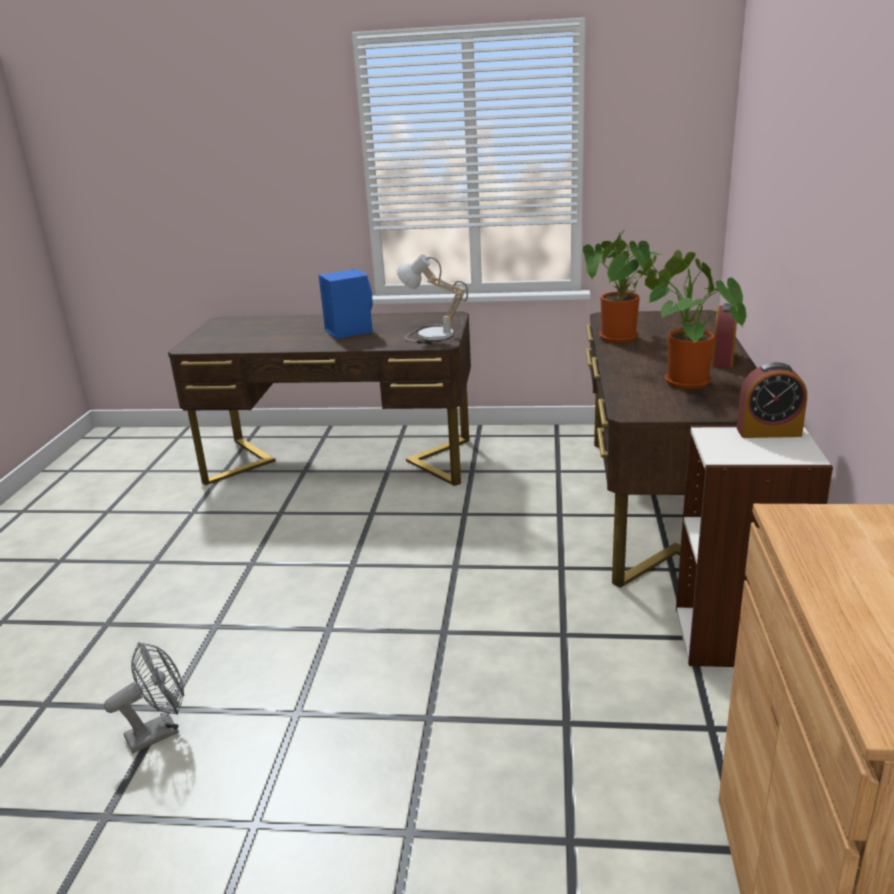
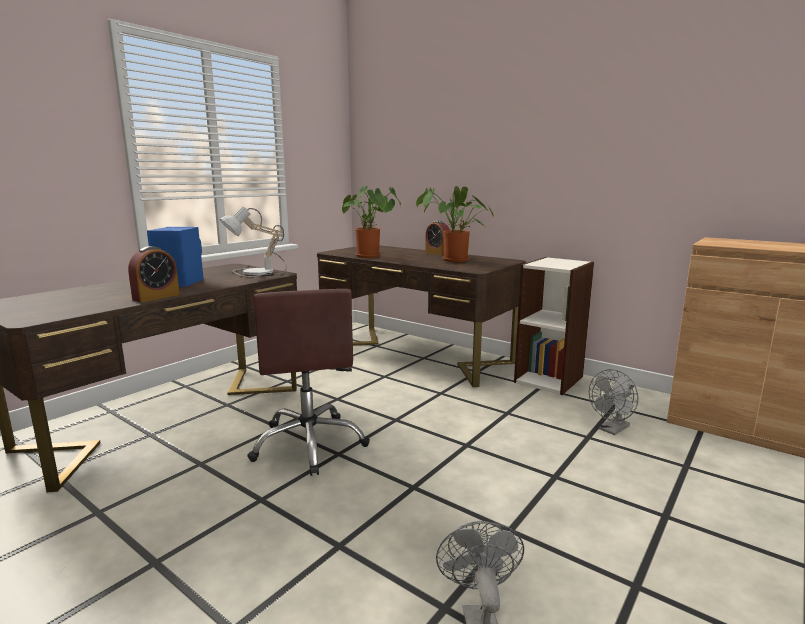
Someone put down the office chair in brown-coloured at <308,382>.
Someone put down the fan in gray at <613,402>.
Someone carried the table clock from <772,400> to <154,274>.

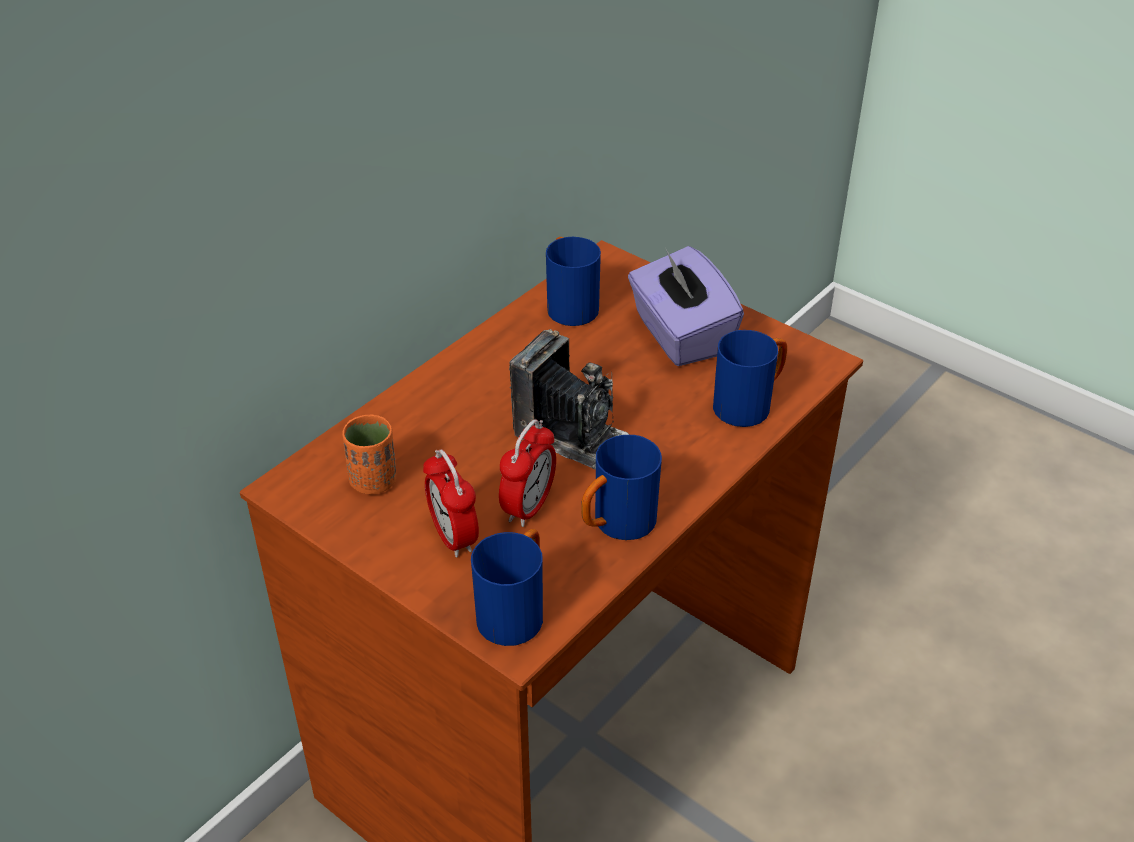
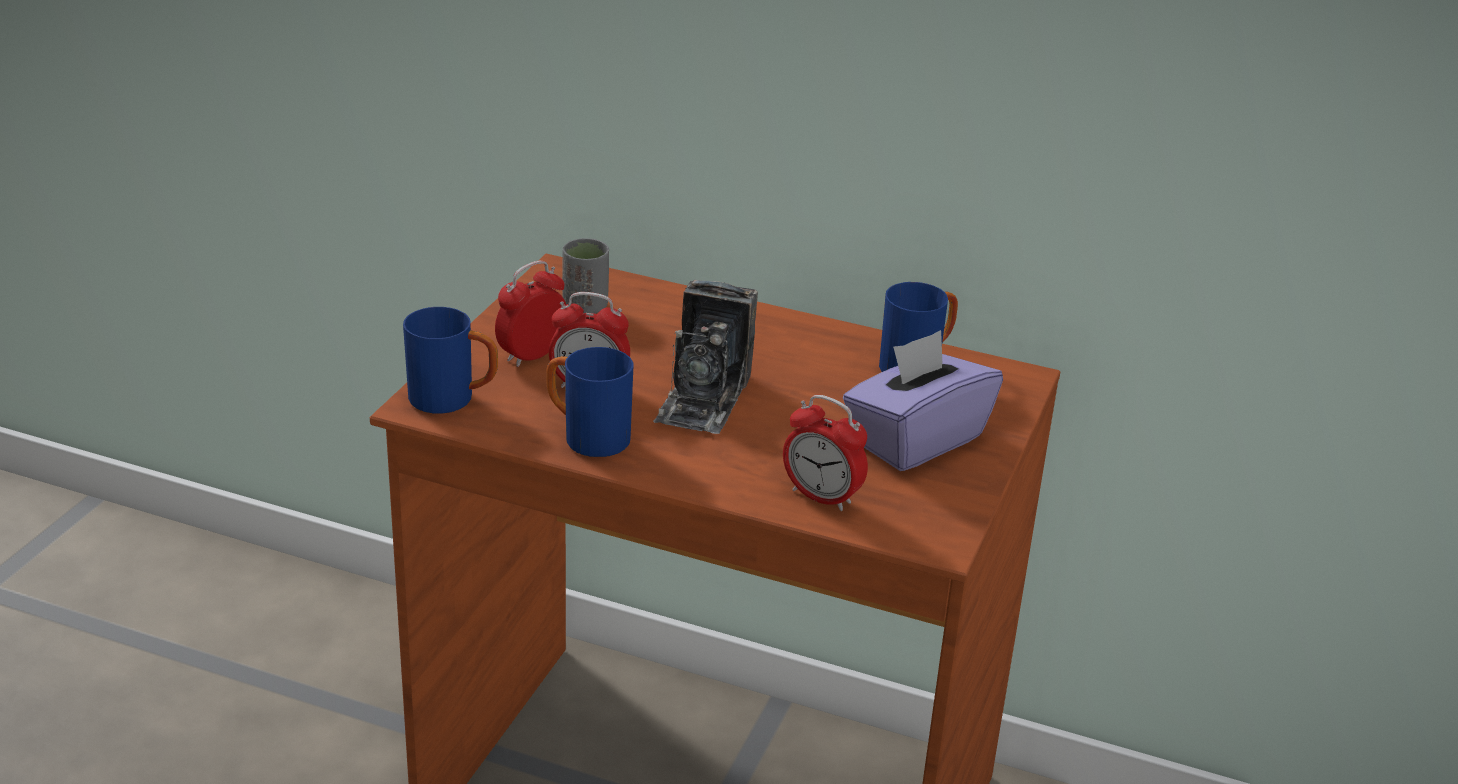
Someone swapped the mug in blue at <750,378> for the table clock at <825,453>.
Someone repainted the drinking cup in orangey at <369,454>, which became the drinking cup in gray at <585,276>.

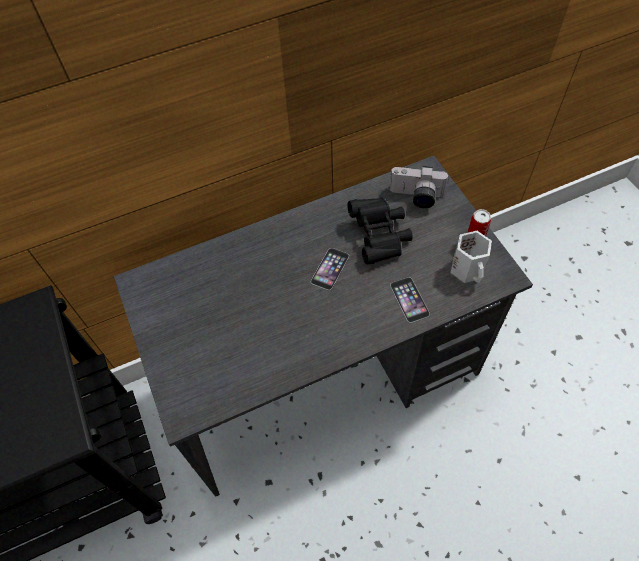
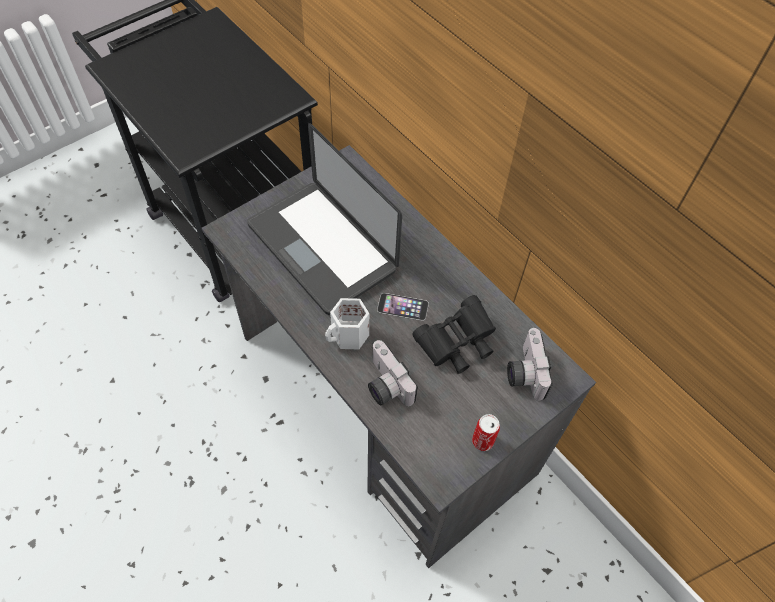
Someone put down the laptop at <324,219>.
Someone carried the mug in white from <471,257> to <347,324>.
Someone swapped the telephone at <410,300> for the photo camera at <393,373>.

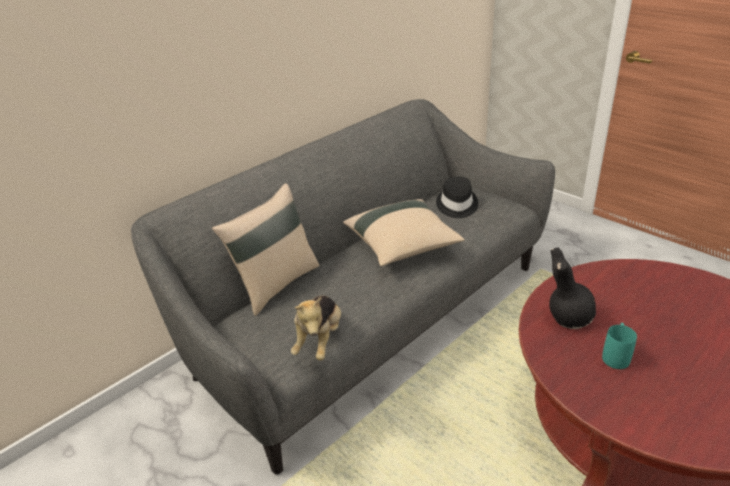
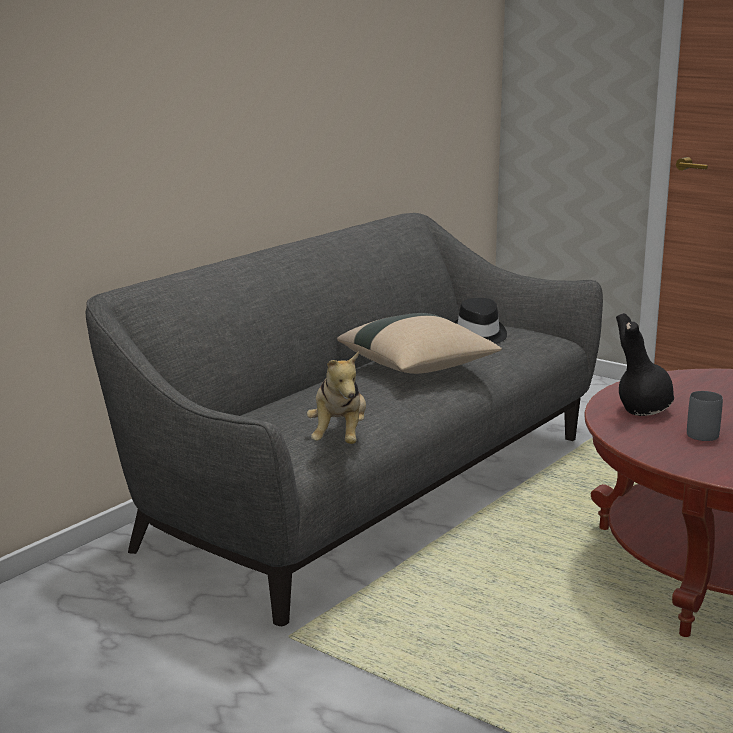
Someone took away the pillow in beige-coloured at <265,249>.
Someone repainted the mug in turquoise at <619,346>, which became the mug in gray at <705,416>.

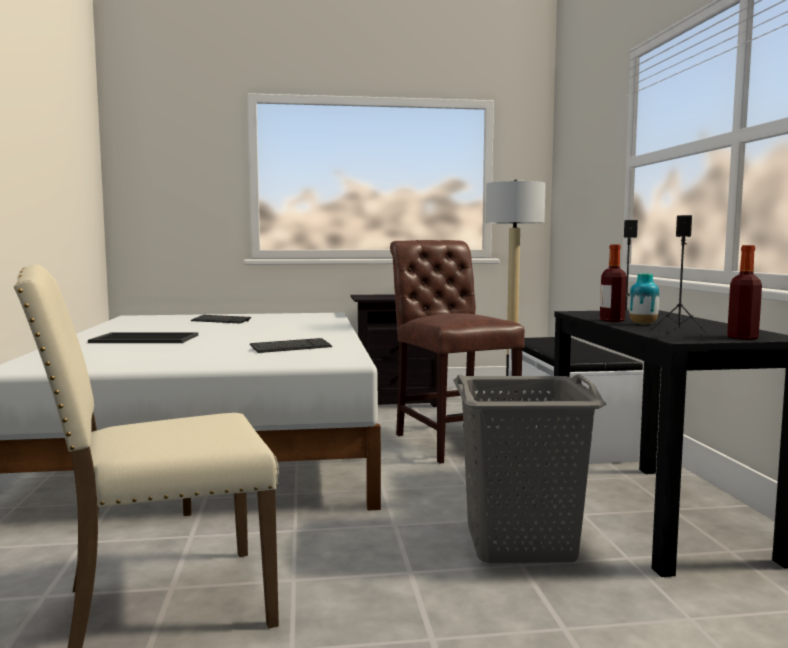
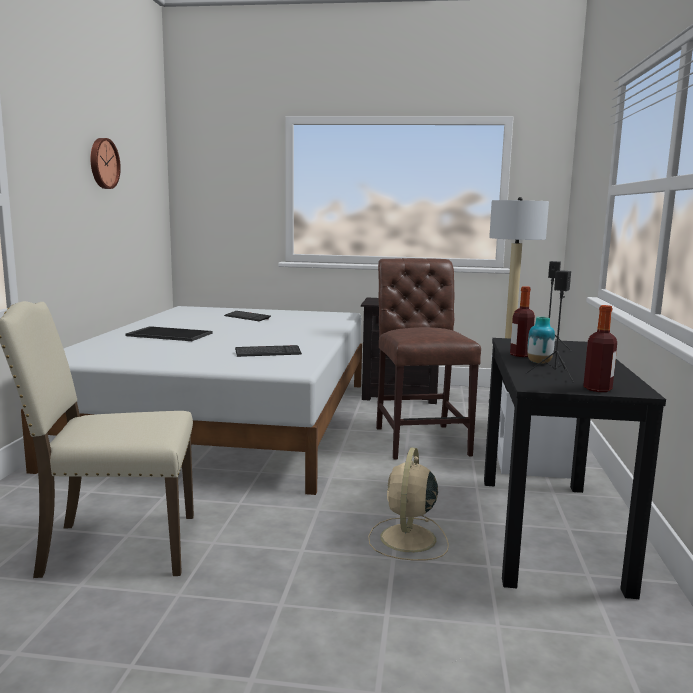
Someone put up the clock on the wall at <105,163>.
Someone swapped the hamper in gray at <530,468> for the fan in beige-coloured at <408,504>.

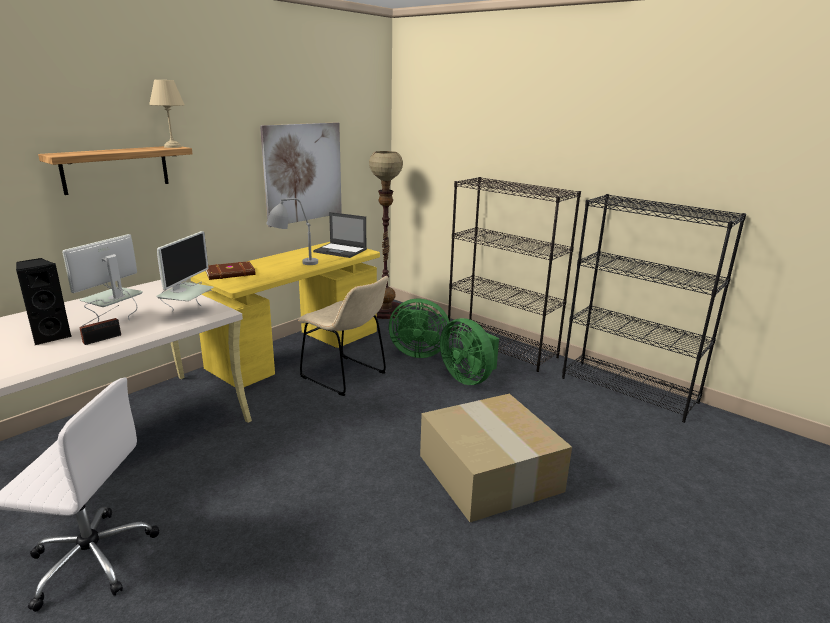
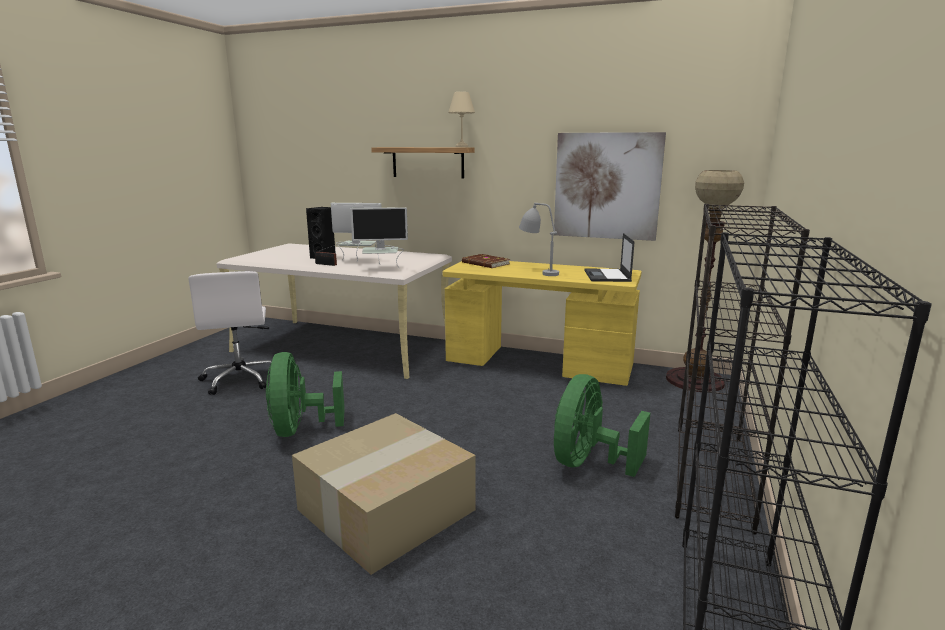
Someone took away the chair in beige-coloured at <343,336>.
Someone carried the fan in green-coloured from <420,328> to <305,394>.

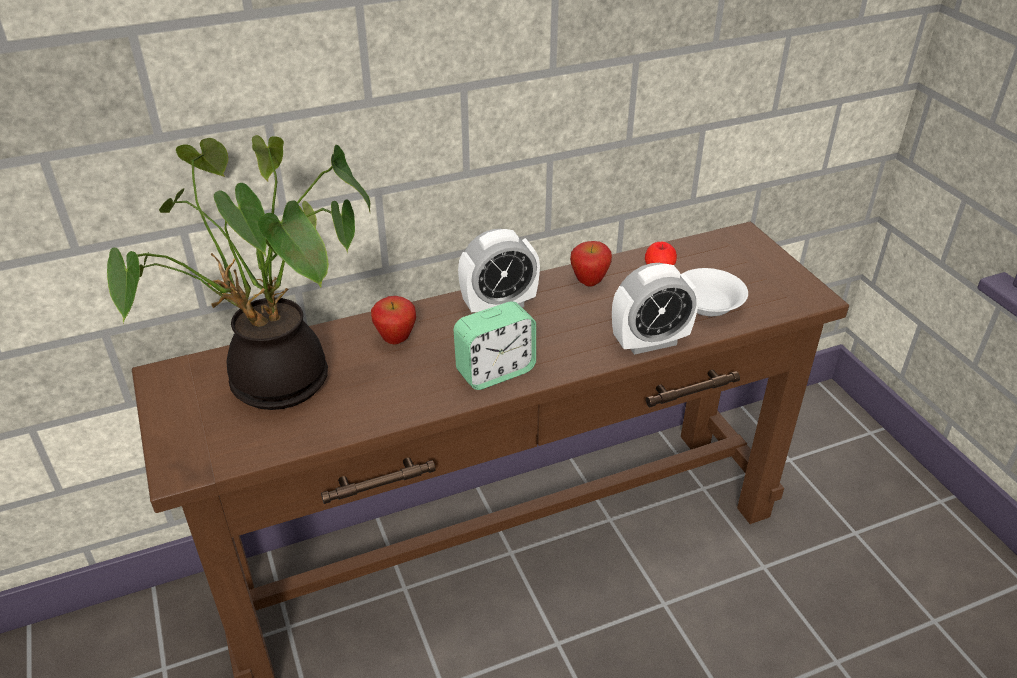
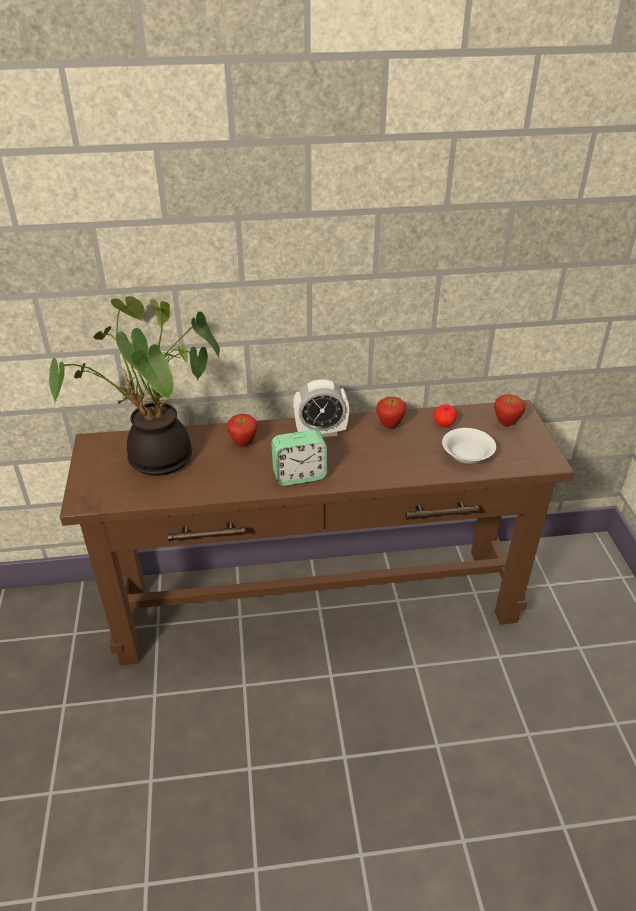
Someone took away the table clock at <655,309>.
Someone put down the apple at <509,410>.

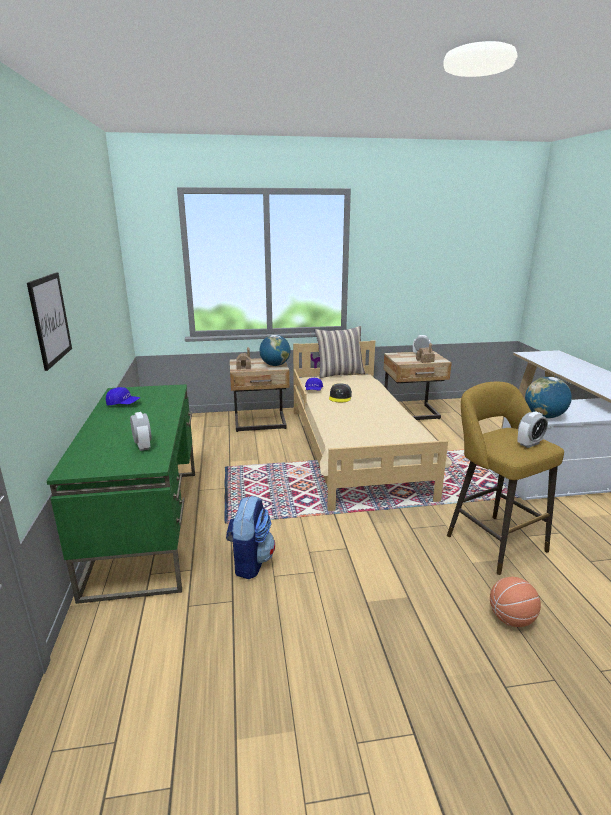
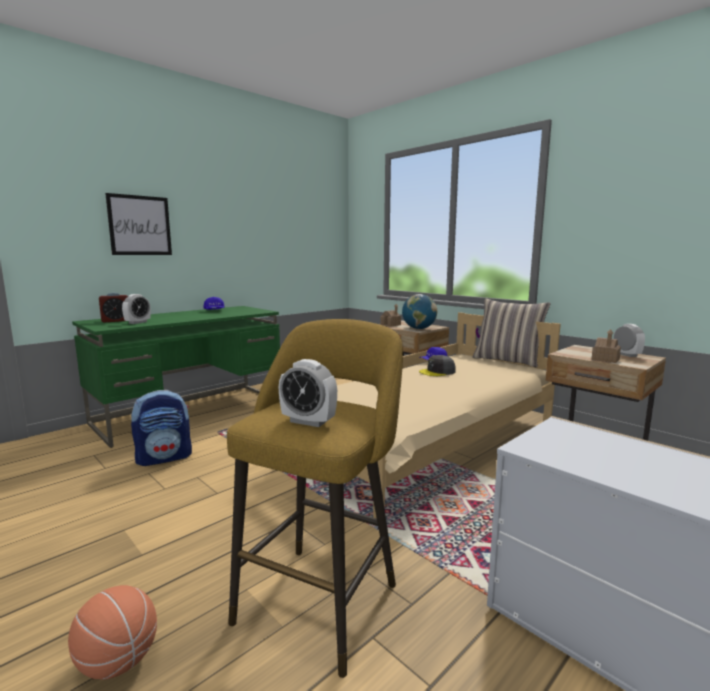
Someone took away the world globe at <548,397>.
Someone put down the table clock at <113,307>.

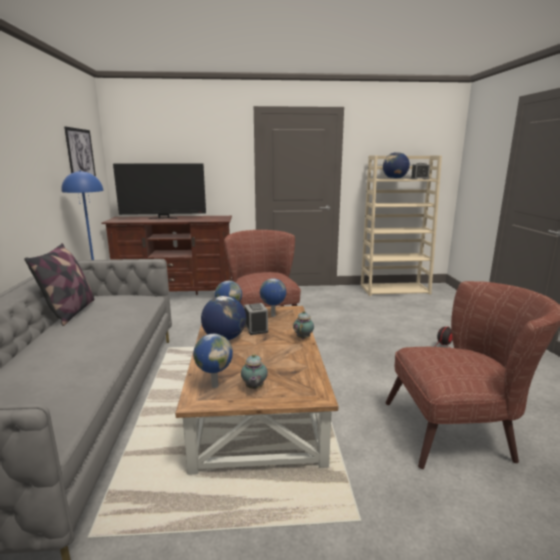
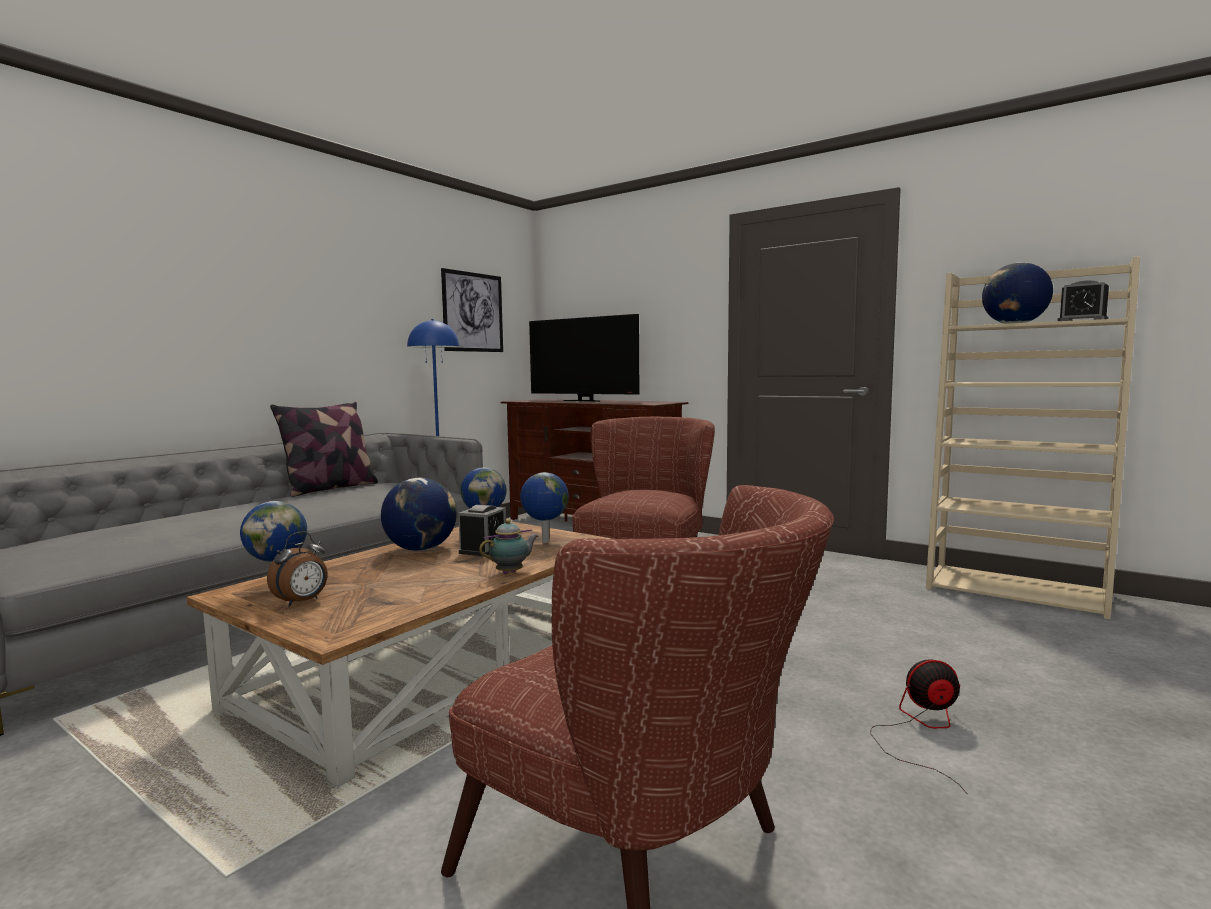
Someone swapped the teapot at <254,371> for the table clock at <297,569>.

